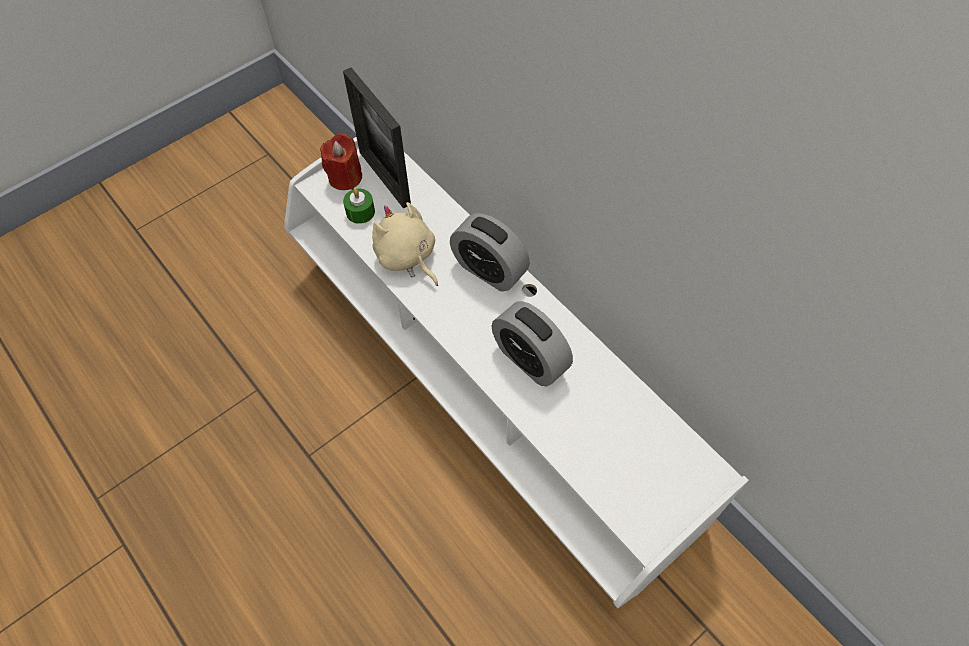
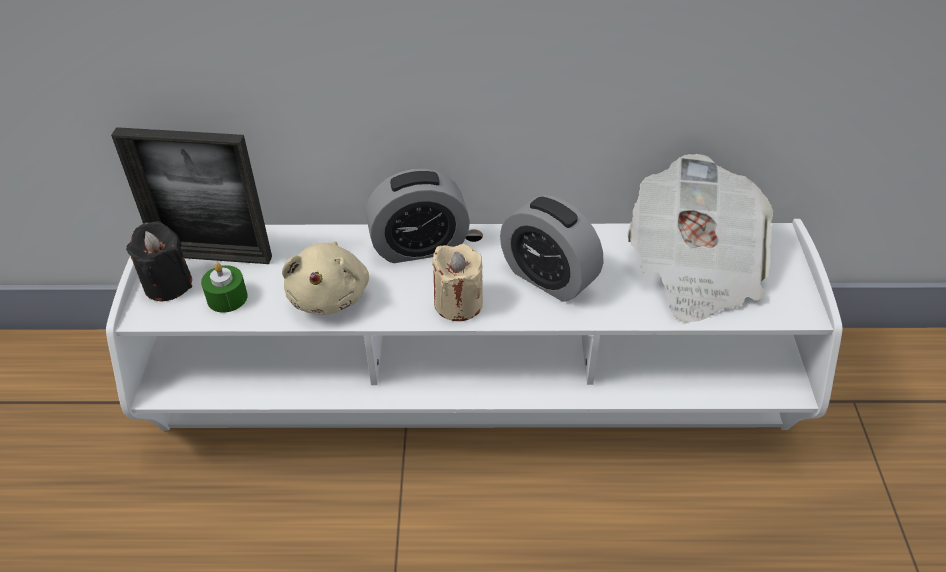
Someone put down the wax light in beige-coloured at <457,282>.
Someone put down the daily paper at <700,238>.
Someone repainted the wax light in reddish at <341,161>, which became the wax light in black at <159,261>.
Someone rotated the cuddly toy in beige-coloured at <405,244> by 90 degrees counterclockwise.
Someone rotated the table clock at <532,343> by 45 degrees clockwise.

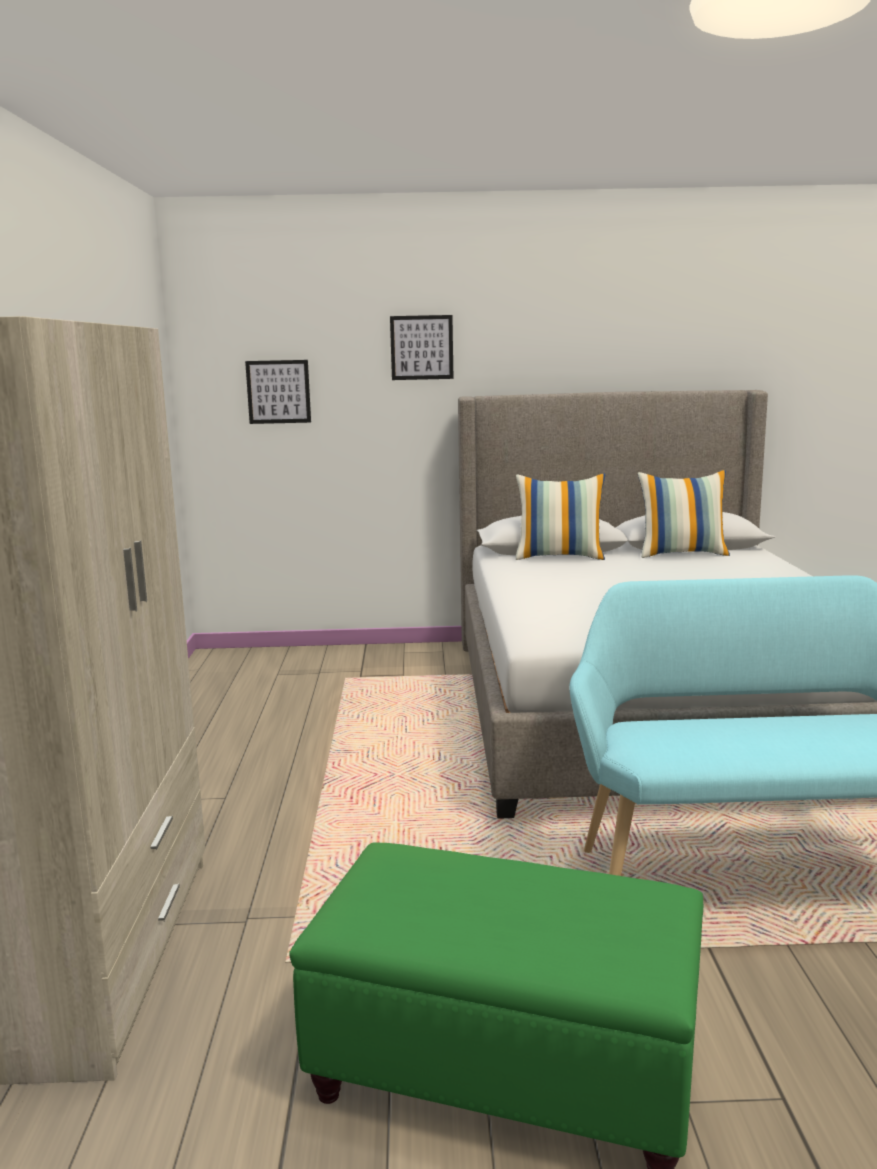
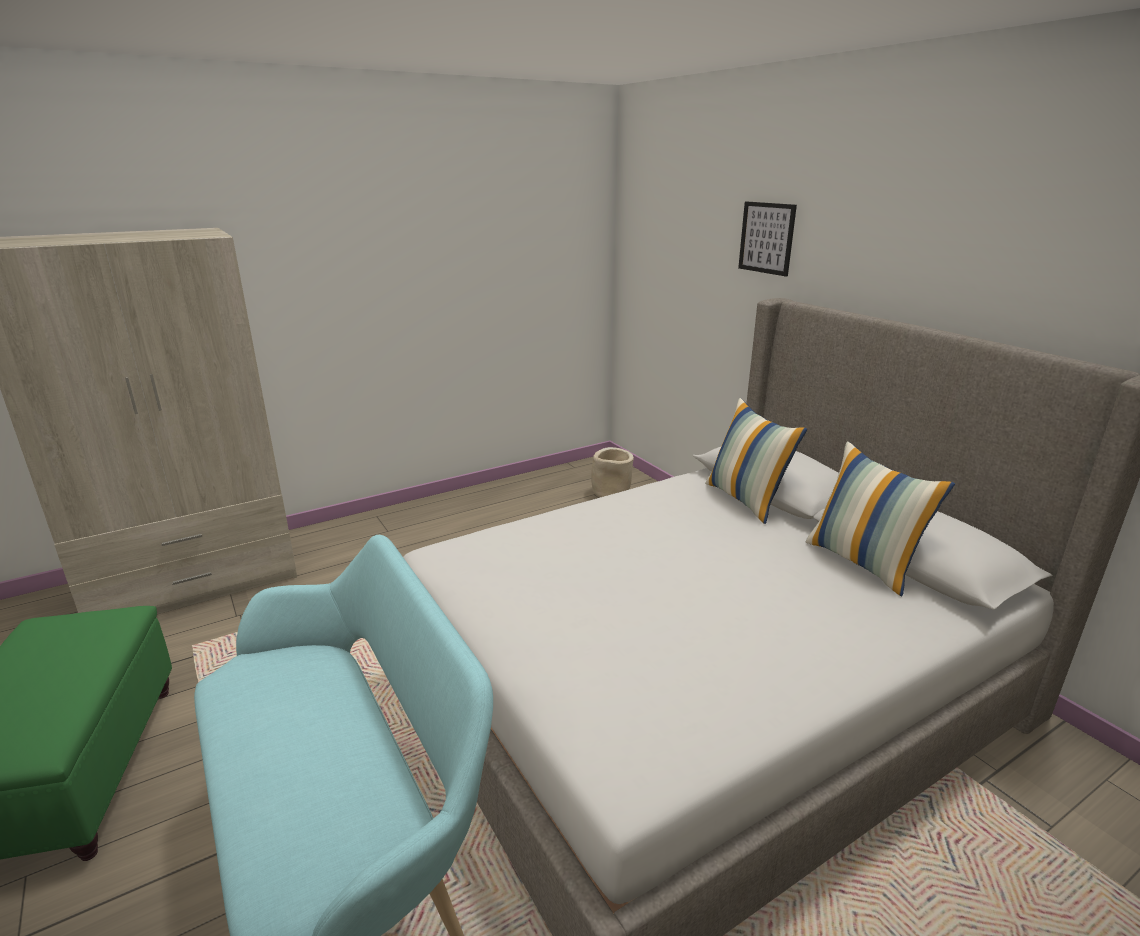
Someone took away the picture at <278,392>.
Someone put down the plant pot in beige-coloured at <612,472>.

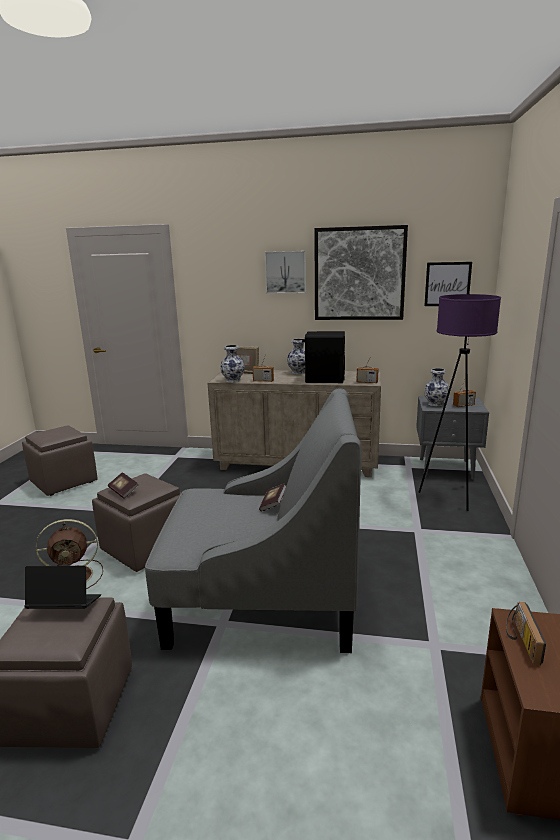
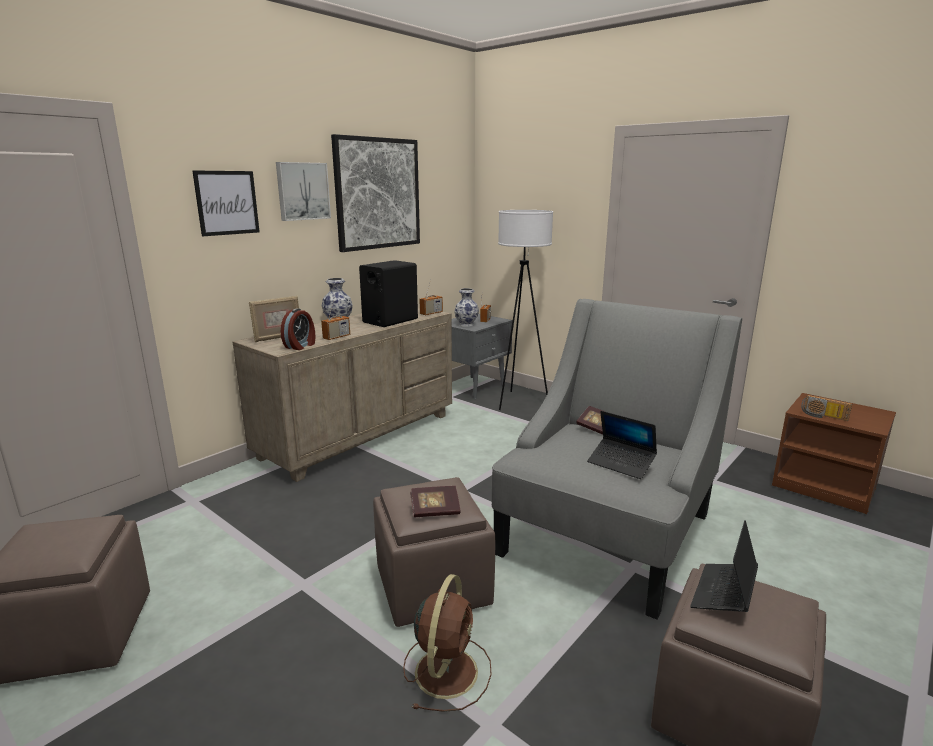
Someone put down the laptop at <622,445>.
Someone carried the picture from <448,284> to <226,203>.
Someone swapped the flower vase at <232,363> for the table clock at <298,329>.
Someone repainted the standing lamp in purple-coloured at <459,402>, which became the standing lamp in white at <525,310>.

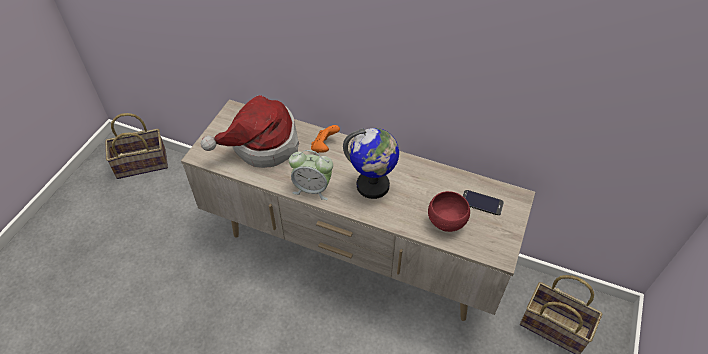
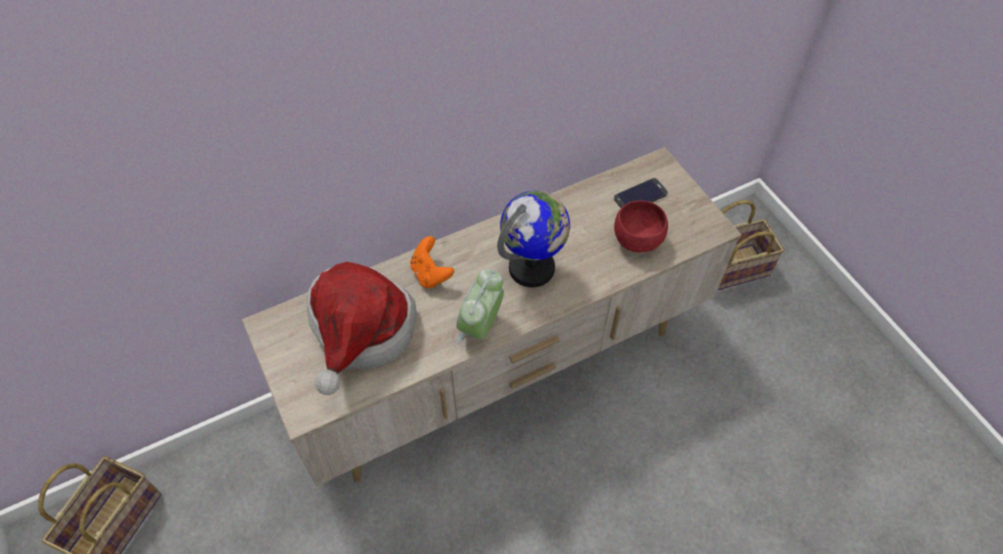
Someone rotated the table clock at <311,175> by 150 degrees clockwise.

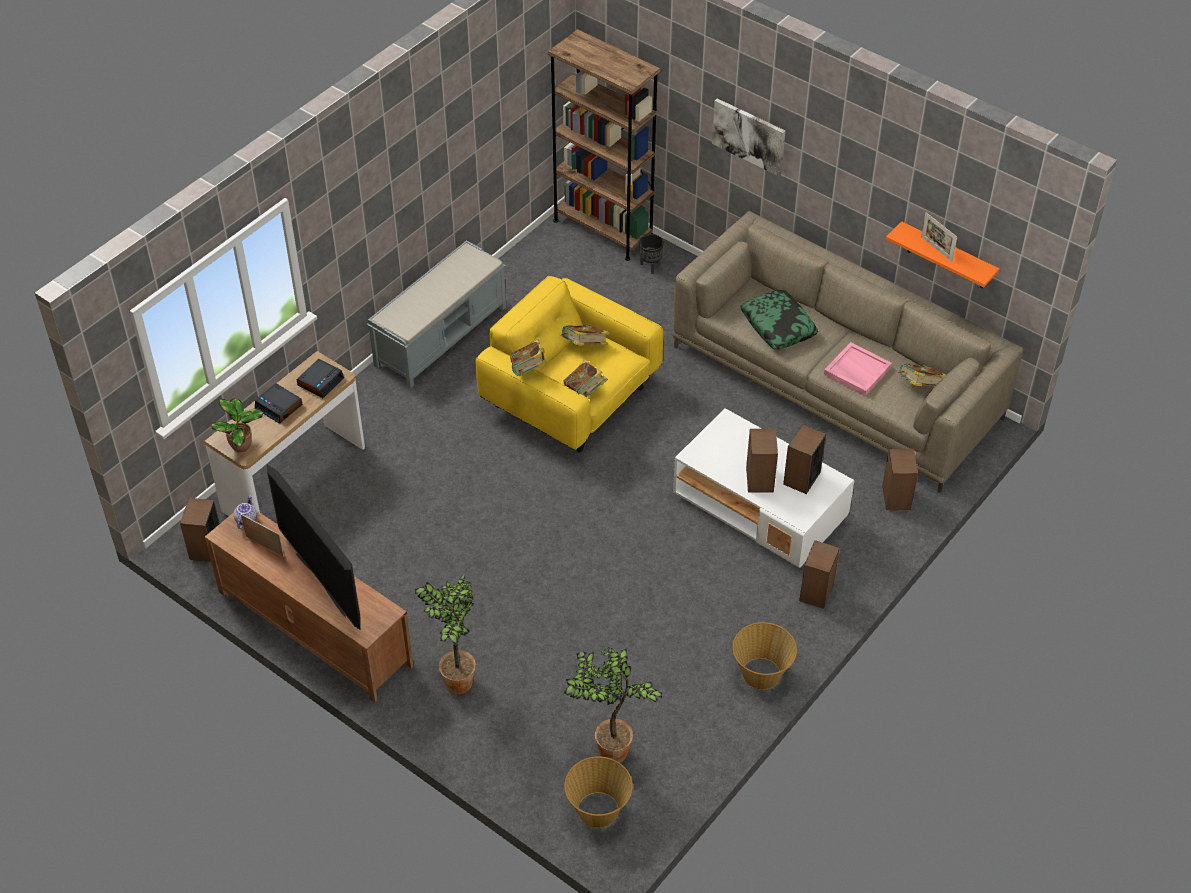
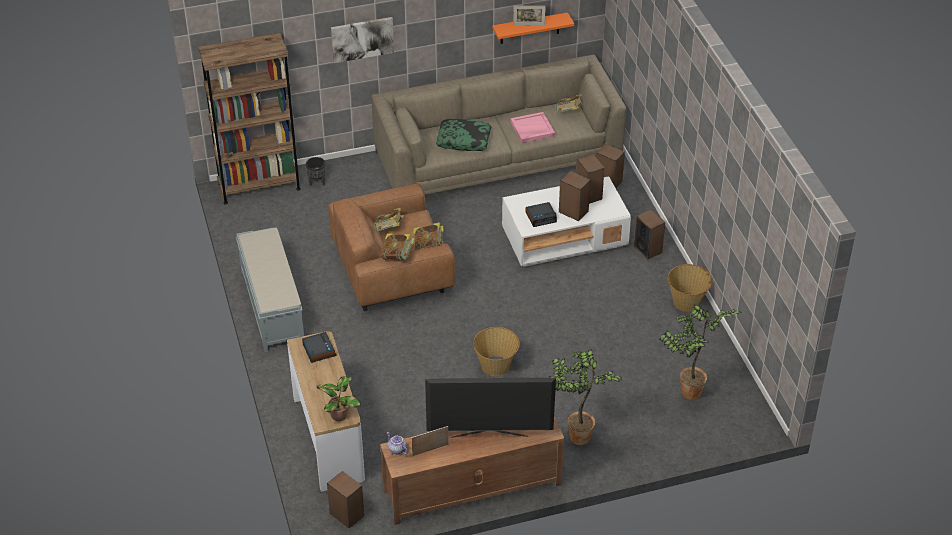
Someone carried the table clock from <279,403> to <541,214>.
Someone carried the household basket from <598,792> to <496,351>.
Someone repainted the easy chair in yellowish at <569,364>, which became the easy chair in brown-coloured at <391,247>.

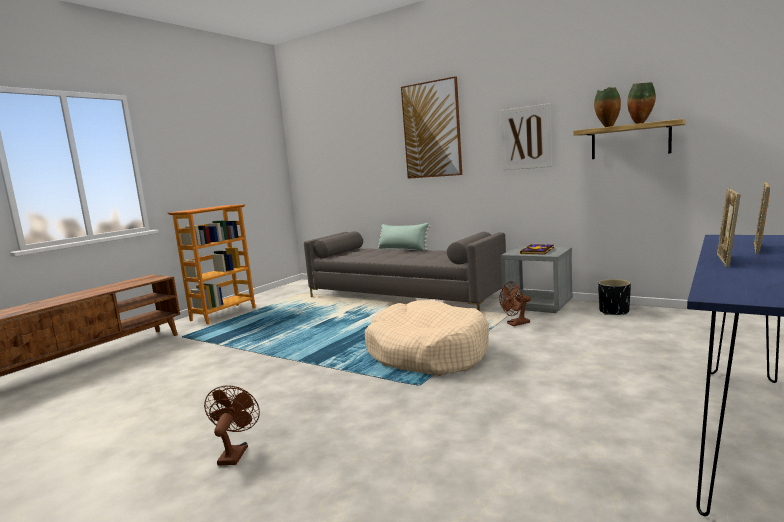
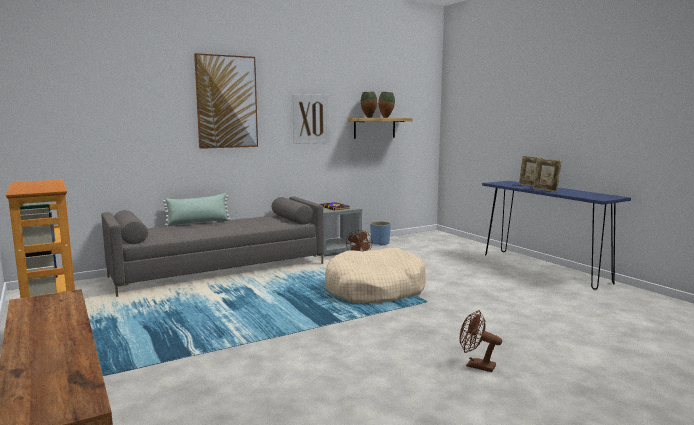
Someone repainted the plant pot in black at <614,297>, which became the plant pot in blue at <380,233>.

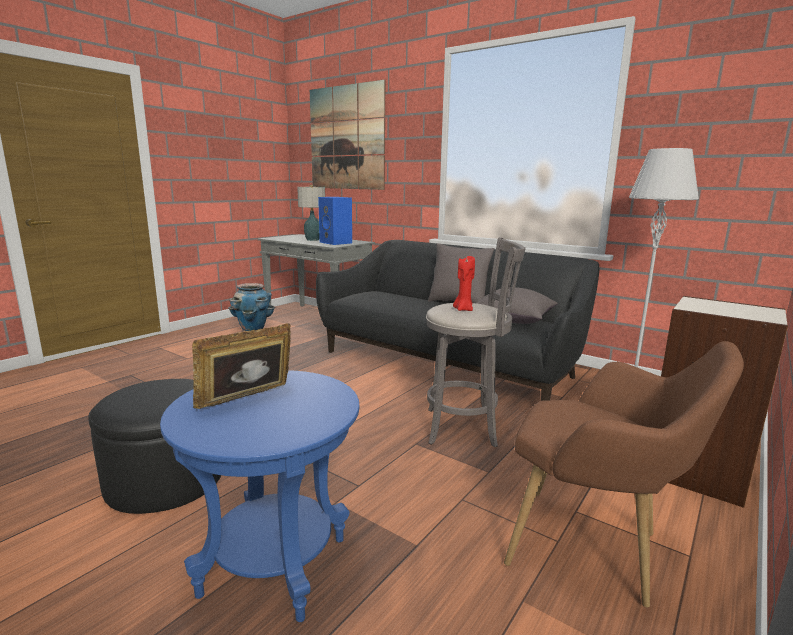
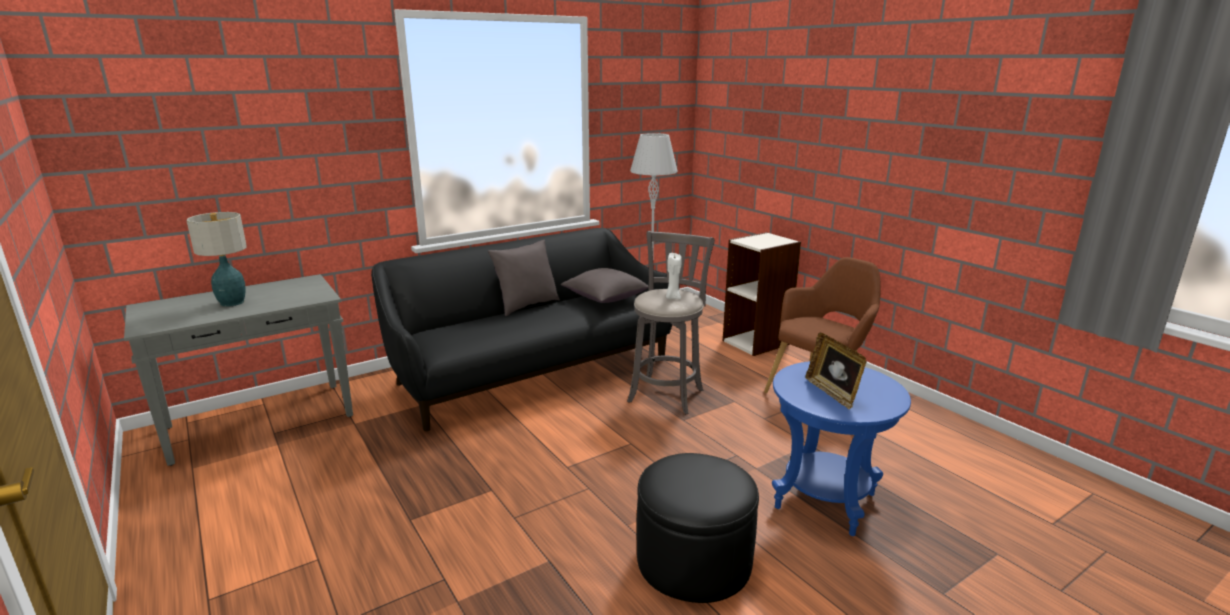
Someone took away the plant pot at <251,307>.
Someone took away the picture at <347,134>.
Someone took away the loudspeaker in blue at <335,221>.
Someone repainted the wax light in reddish at <464,283>, which became the wax light in white at <674,276>.

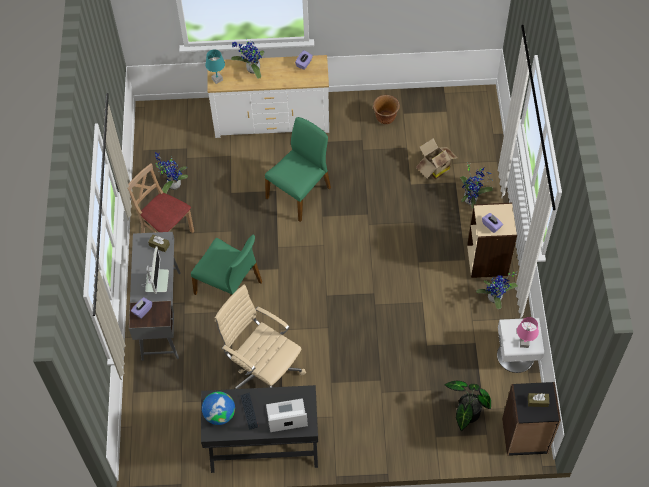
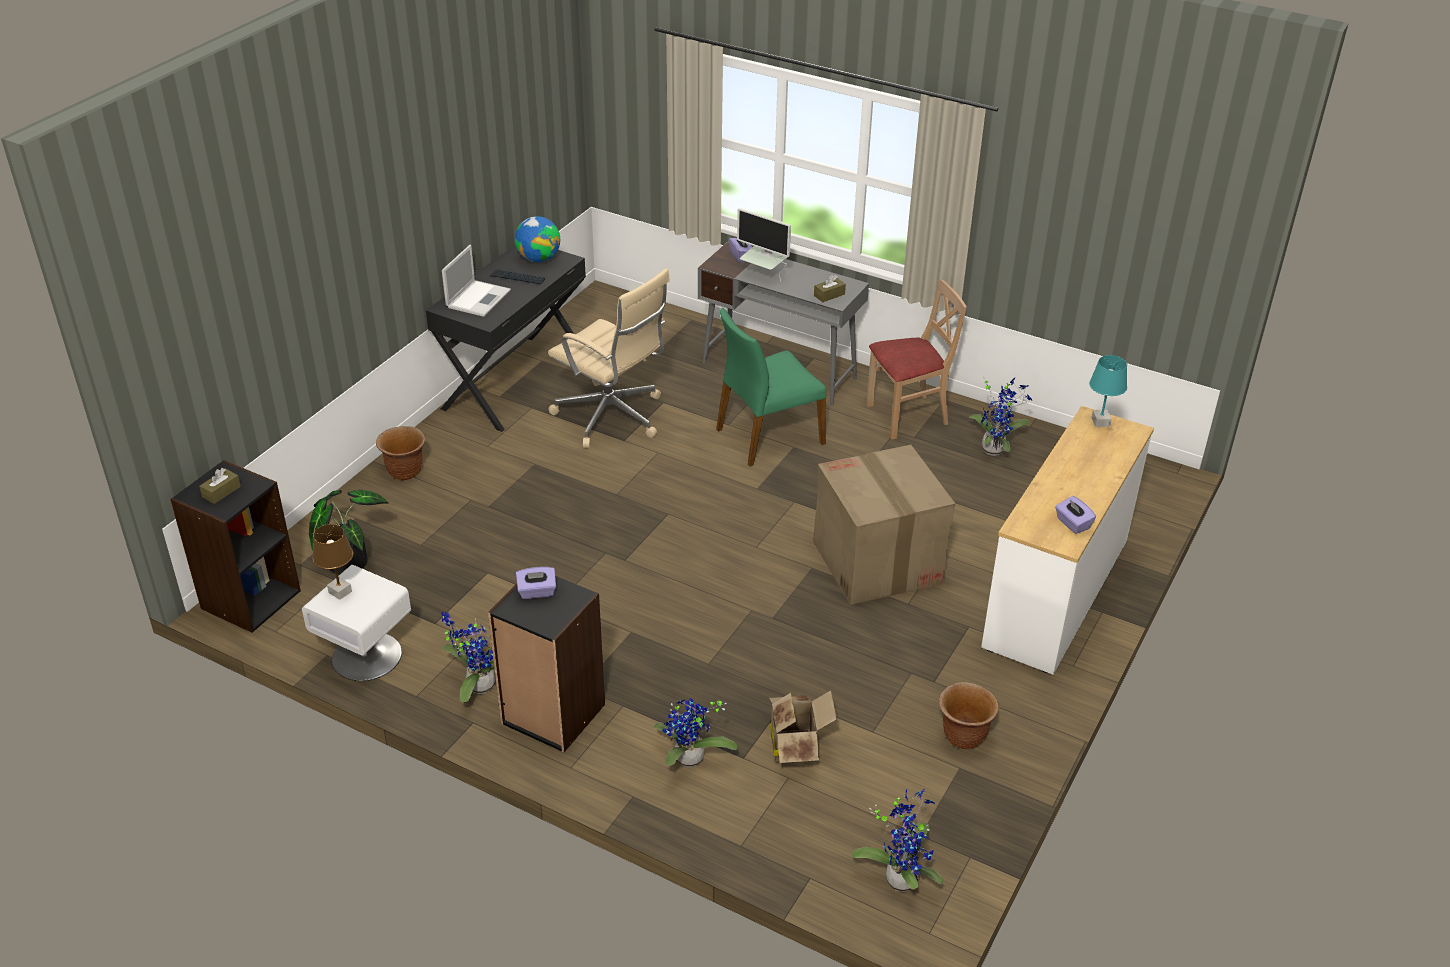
Someone put down the plant pot in brown-coloured at <400,453>.
Someone carried the houseplant from <247,59> to <898,840>.
Someone swapped the chair in green-coloured at <298,169> for the carton at <884,525>.
Someone repainted the bookshelf in beige-coloured at <492,240>, which became the bookshelf in black at <546,664>.
Someone repainted the lamp for a table in pink-coloured at <528,332>, which became the lamp for a table in brown-coloured at <332,562>.
Someone rotated the office chair in beige-coloured at <260,337> by 60 degrees clockwise.

